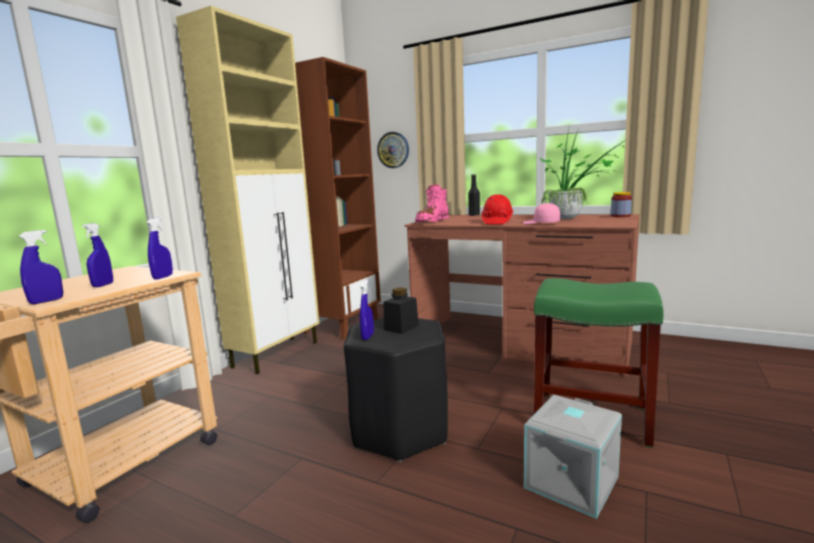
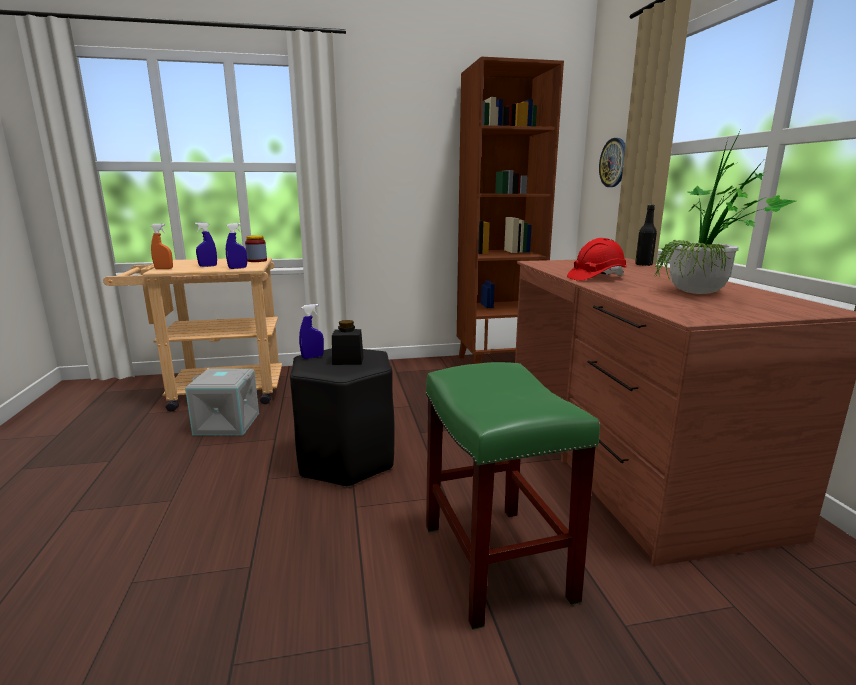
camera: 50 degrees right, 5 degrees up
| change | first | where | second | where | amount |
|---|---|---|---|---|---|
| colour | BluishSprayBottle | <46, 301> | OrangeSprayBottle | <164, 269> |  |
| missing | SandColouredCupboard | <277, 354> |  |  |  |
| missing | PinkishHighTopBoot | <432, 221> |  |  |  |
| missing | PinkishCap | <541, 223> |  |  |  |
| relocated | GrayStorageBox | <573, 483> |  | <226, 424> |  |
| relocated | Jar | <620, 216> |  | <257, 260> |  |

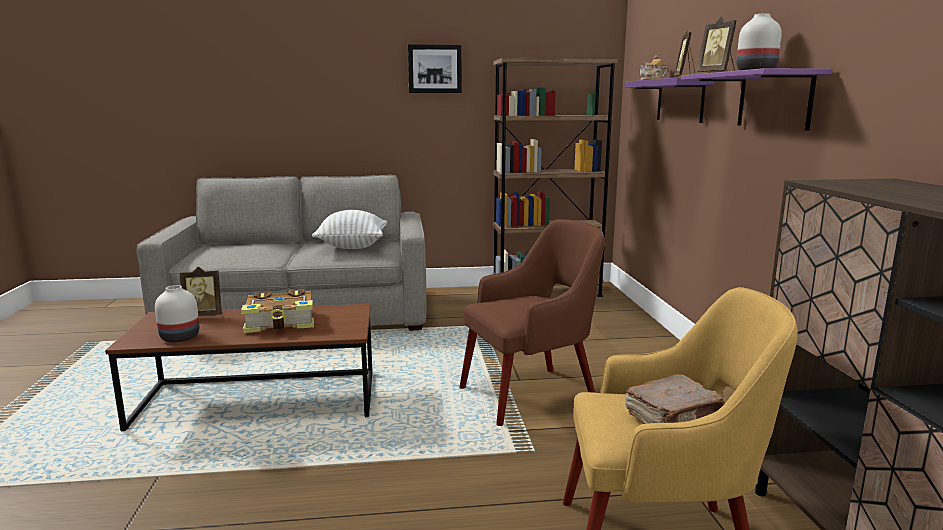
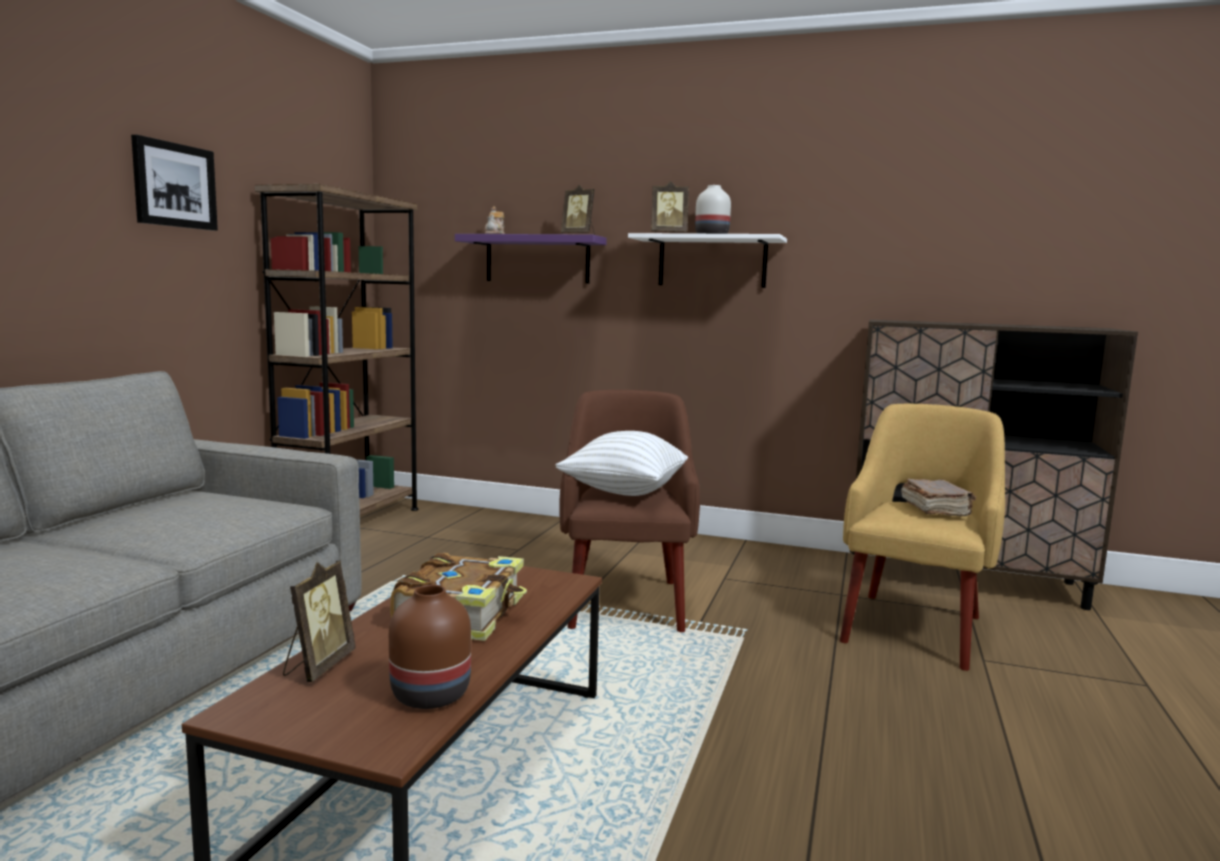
camera: 65 degrees left, 5 degrees down
| change | first | where | second | where | amount |
|---|---|---|---|---|---|
| colour | WhitishDecorativeVase | <179, 337> | BrownColouredDecorativeVase | <429, 696> |  |
| relocated | WhitishPillow | <352, 246> |  | <625, 492> |  |
| colour | PurpleWallShelf | <774, 100> | WhitishWallShelf | <712, 262> |  |

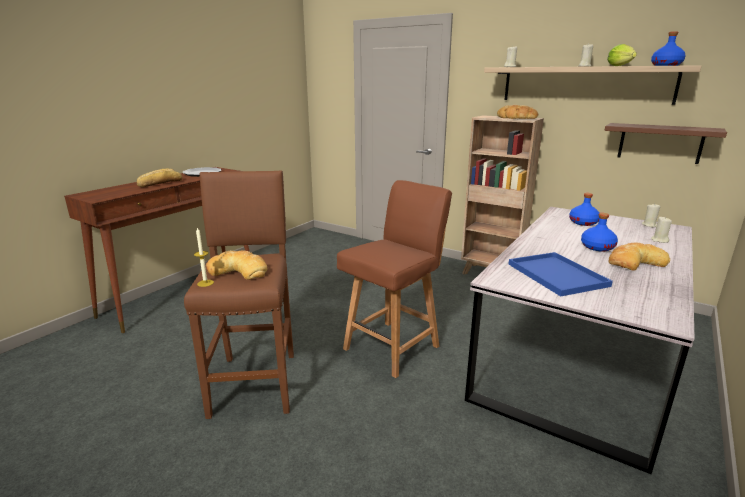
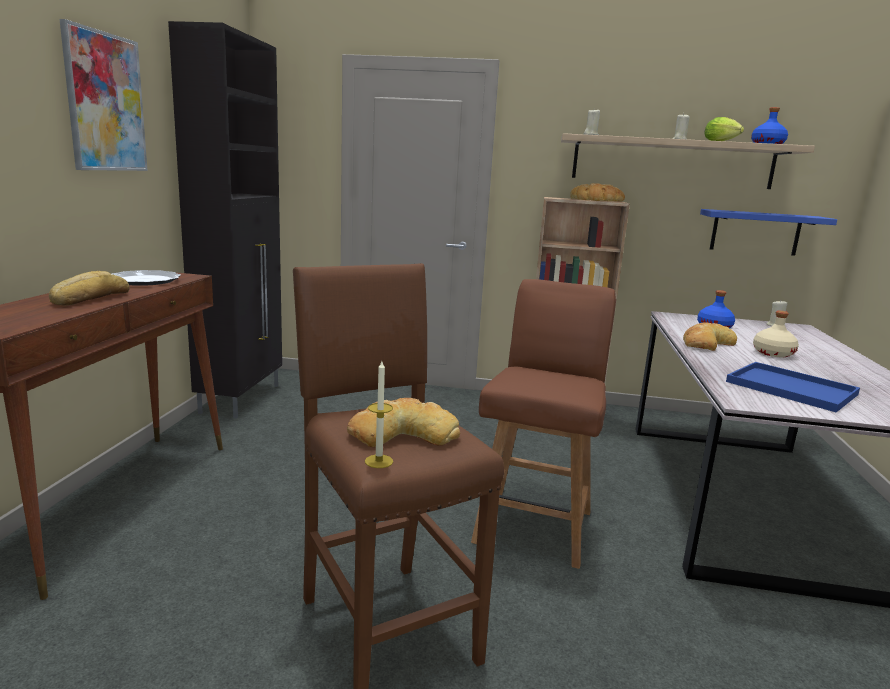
camera: 25 degrees left, 5 degrees down
| change | first | where | second | where | amount |
|---|---|---|---|---|---|
| colour | BluishBeverageBottle | <597, 247> | SandColouredBeverageBottle | <772, 353> |  |
| colour | BrownColouredWallShelf | <660, 143> | BluishWallShelf | <755, 232> |  |
| relocated | Bread | <634, 262> |  | <706, 344> |  |
| missing | SandColouredWaxLight | <659, 240> |  |  |  |
| appeared |  |  | Picture | <105, 102> |  |
| appeared |  |  | BlackColouredCupboard | <242, 398> |  |

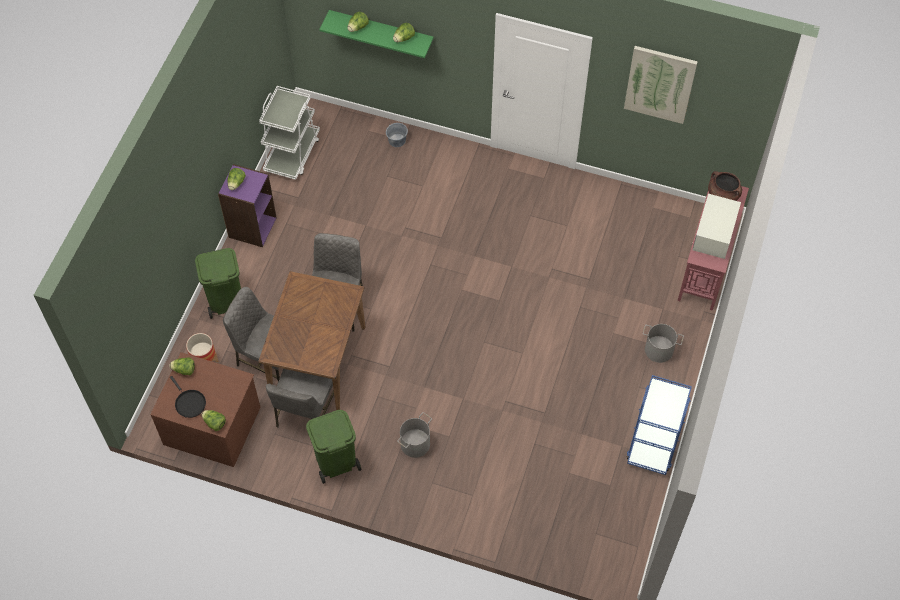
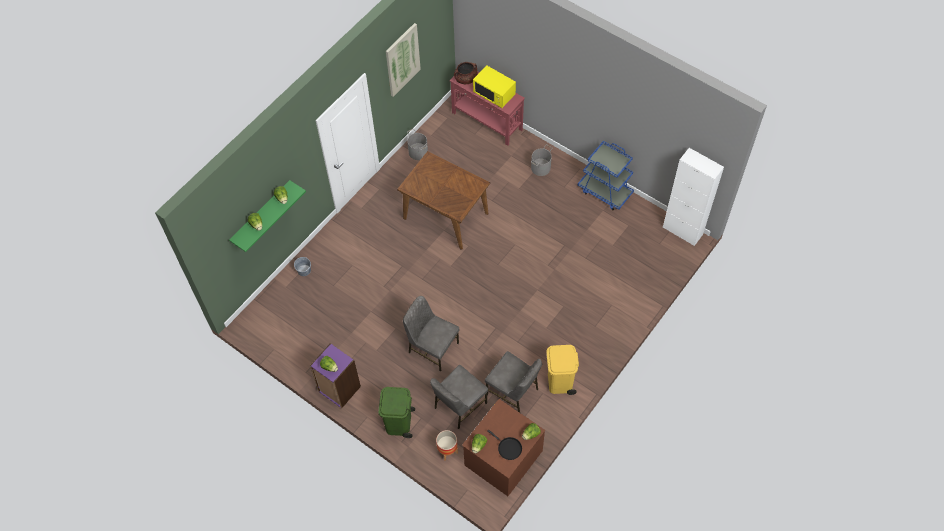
camera: 70 degrees left, 0 degrees up
| change | first | where | second | where | amount |
|---|---|---|---|---|---|
| spun | BlackColouredFryingPan | <189, 403> |  | <508, 448> | 60 degrees clockwise |
| relocated | BrownColouredDiningTable | <318, 360> |  | <445, 215> |  |
| missing | WhitishWheeledCart | <292, 154> |  |  |  |
| colour | GreenishRubbishBin | <335, 462> | YellowishRubbishBin | <560, 382> |  |
| relocated | GrayPail | <415, 444> |  | <418, 152> |  |
| colour | WhitishMicrowave | <714, 235> | YellowishMicrowave | <494, 94> |  |
| appeared |  |  | WhitishCupboard | <682, 231> |  |

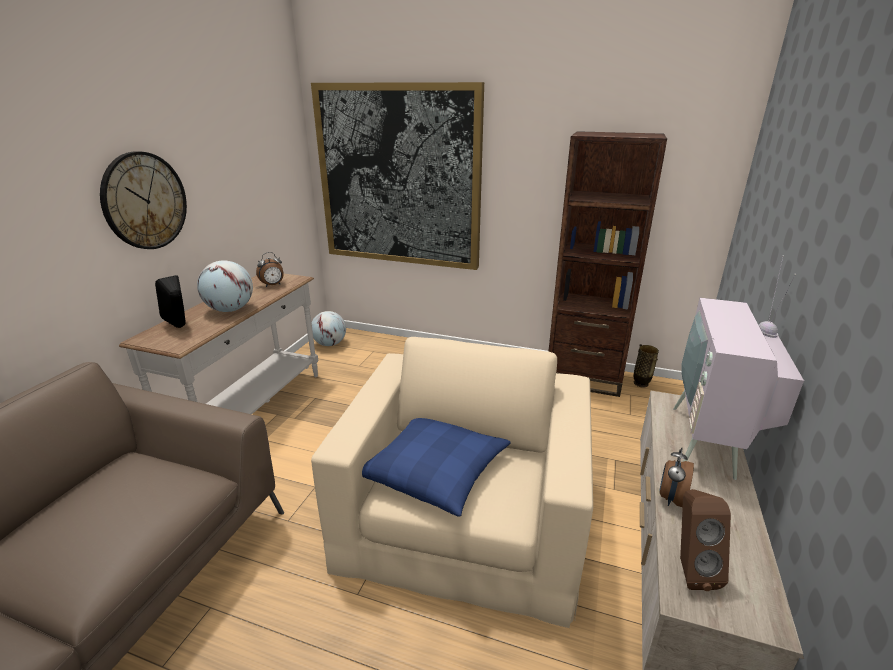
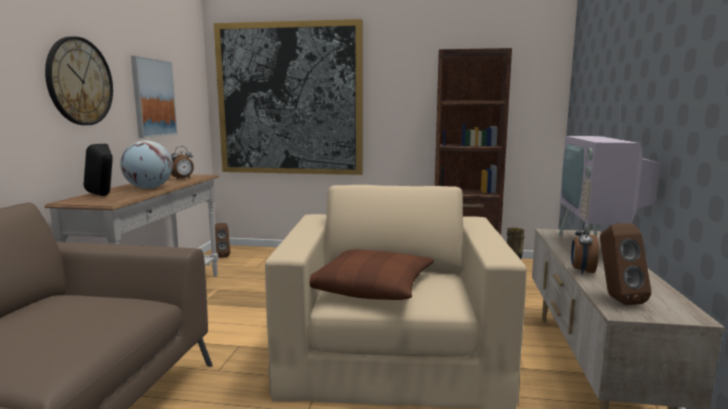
camera: 10 degrees left, 15 degrees down
| change | first | where | second | where | amount |
|---|---|---|---|---|---|
| exchanged | WorldGlobe | <330, 344> | BrownColouredAudioSpeaker | <222, 256> |  |
| colour | BluishPillow | <435, 470> | BrownColouredPillow | <372, 286> |  |
| appeared |  |  | Picture | <153, 98> |  |

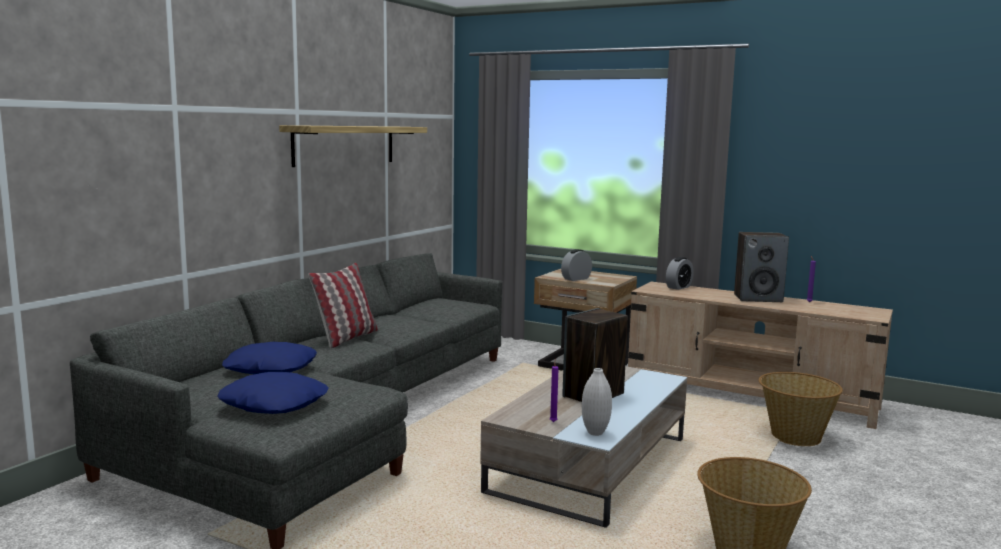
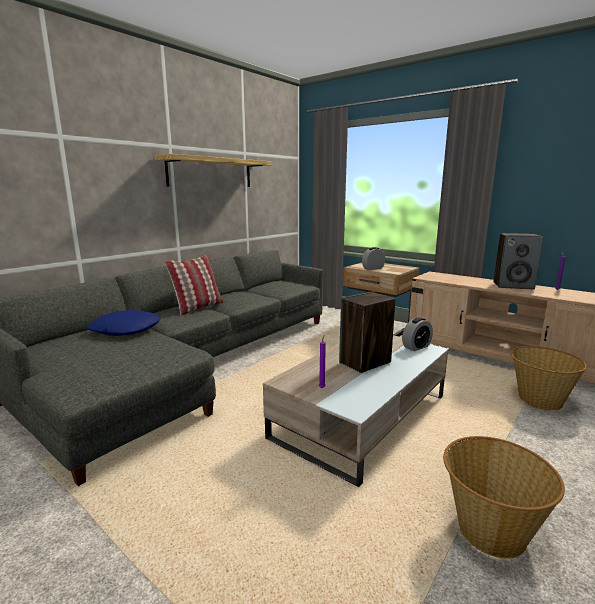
camera: 10 degrees right, 5 degrees up
| change | first | where | second | where | amount |
|---|---|---|---|---|---|
| missing | BluishPillow | <274, 403> |  |  |  |
| missing | WhitishDecorativeVase | <595, 433> |  |  |  |
| relocated | BedsideClock | <678, 287> |  | <416, 347> |  |

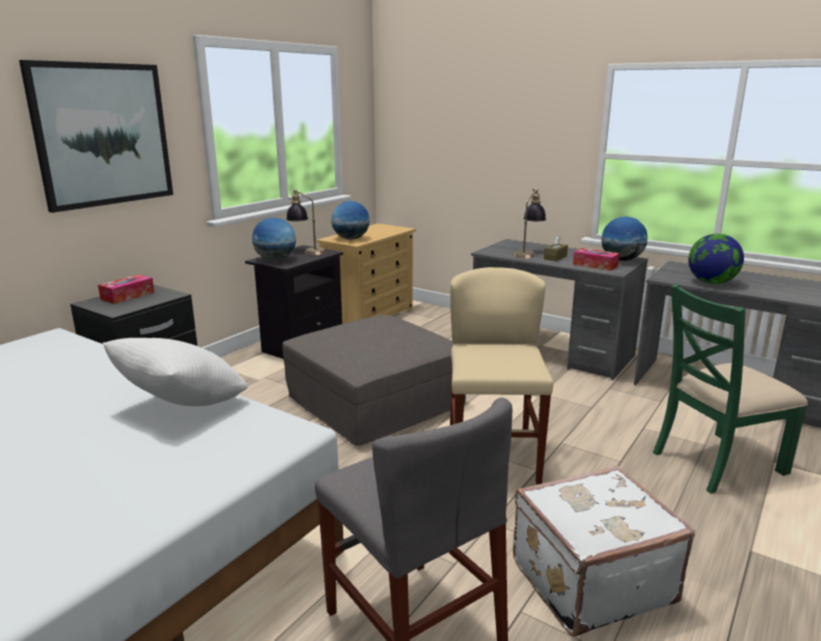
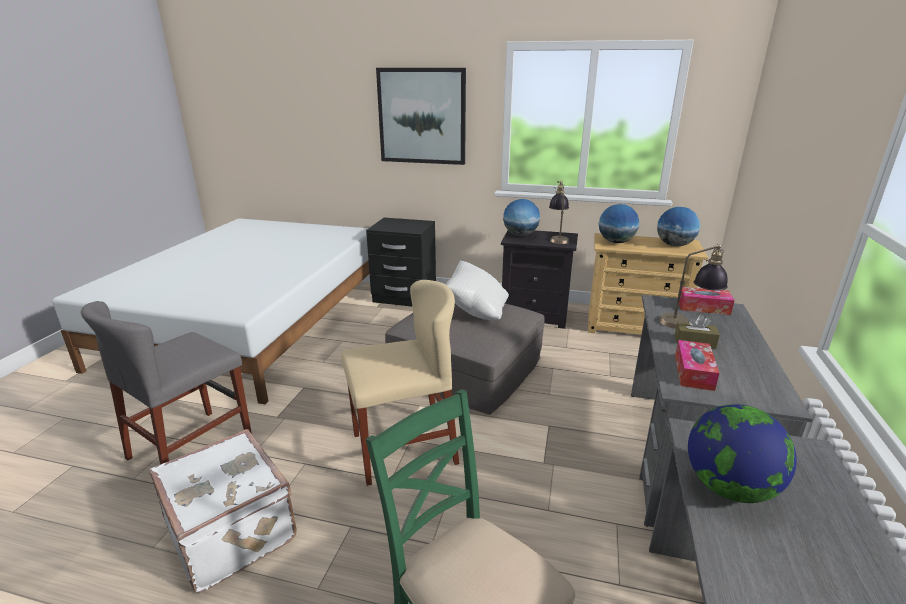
camera: 70 degrees right, 5 degrees up
| change | first | where | second | where | amount |
|---|---|---|---|---|---|
| relocated | TissueHolder | <127, 296> |  | <703, 307> |  |
| relocated | WhitishPillow | <182, 406> |  | <477, 312> |  |
| relocated | WorldGlobe | <621, 260> |  | <674, 245> |  |

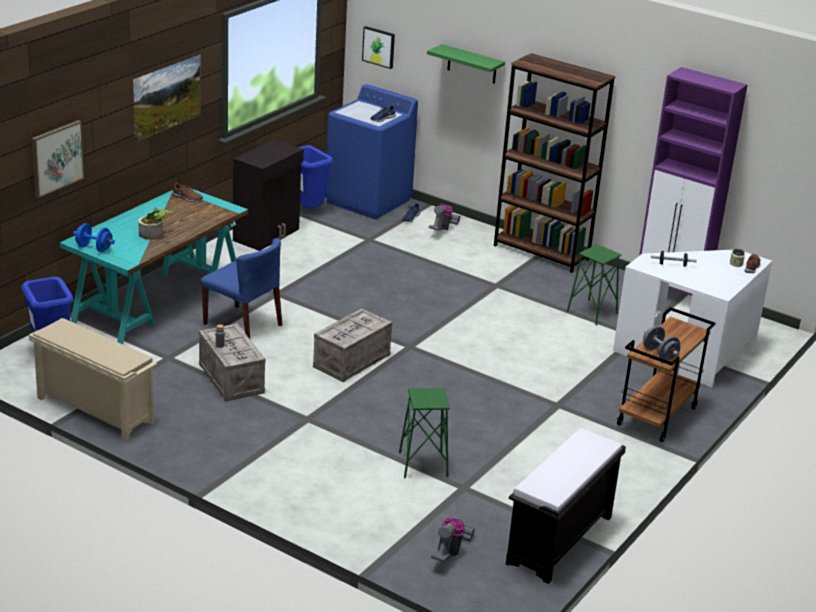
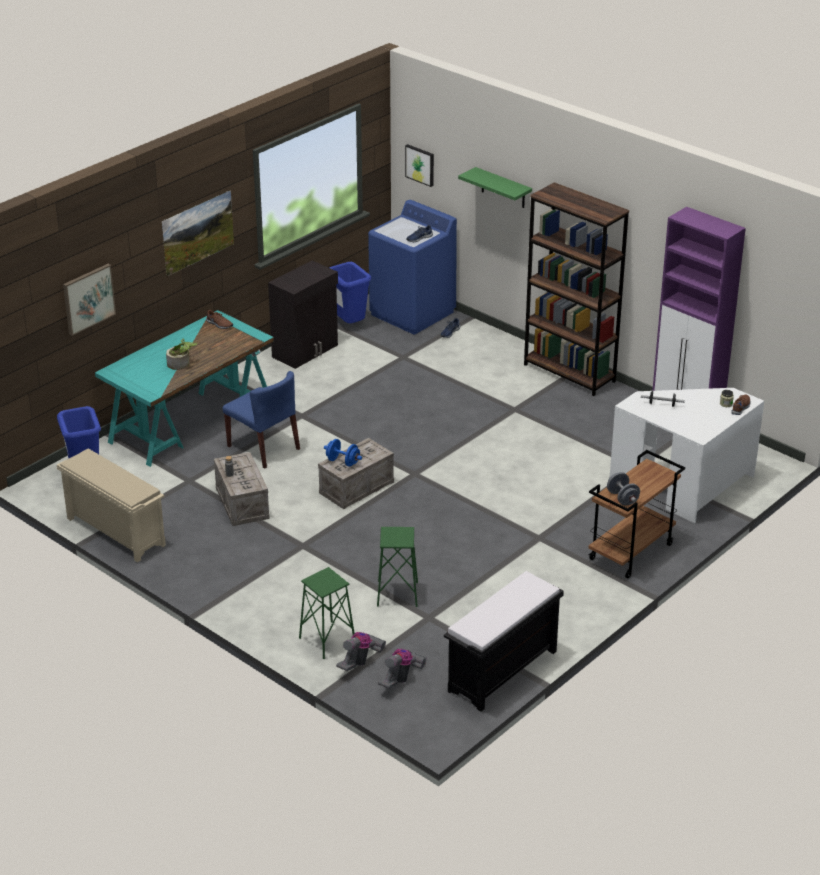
camera: 10 degrees right, 5 degrees up
| change | first | where | second | where | amount |
|---|---|---|---|---|---|
| relocated | BluishFreeWeight | <94, 248> |  | <343, 462> |  |
| relocated | Hoover | <443, 229> |  | <360, 661> |  |
| relocated | GreenishStool | <592, 312> |  | <327, 640> |  |

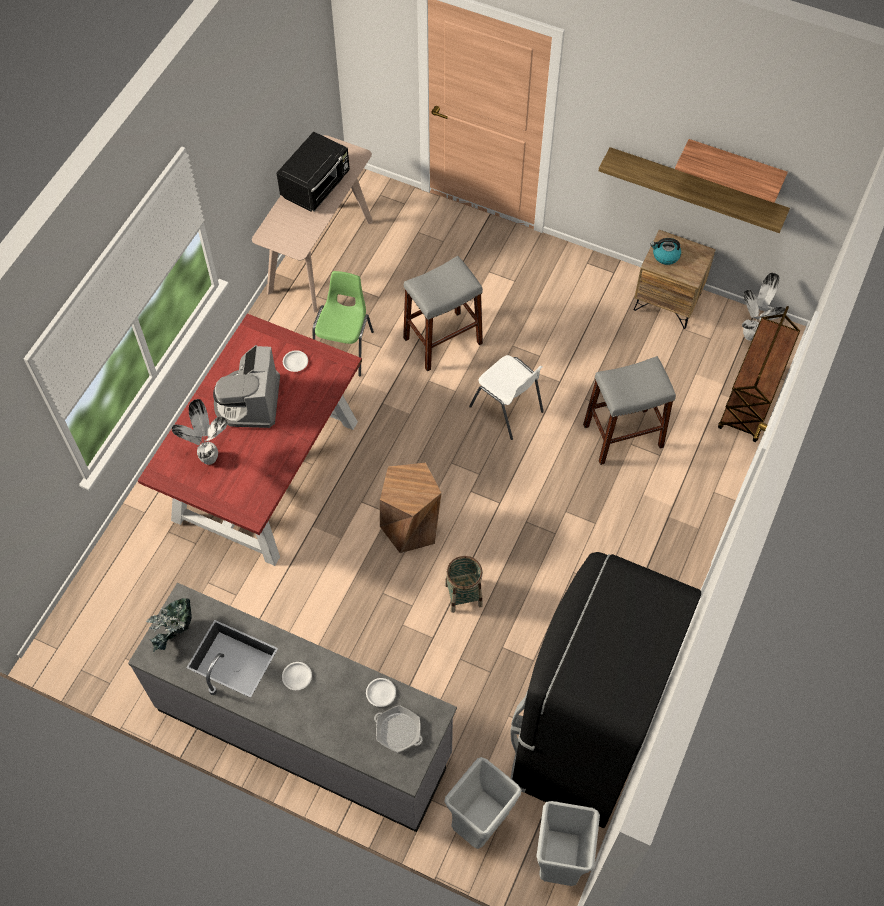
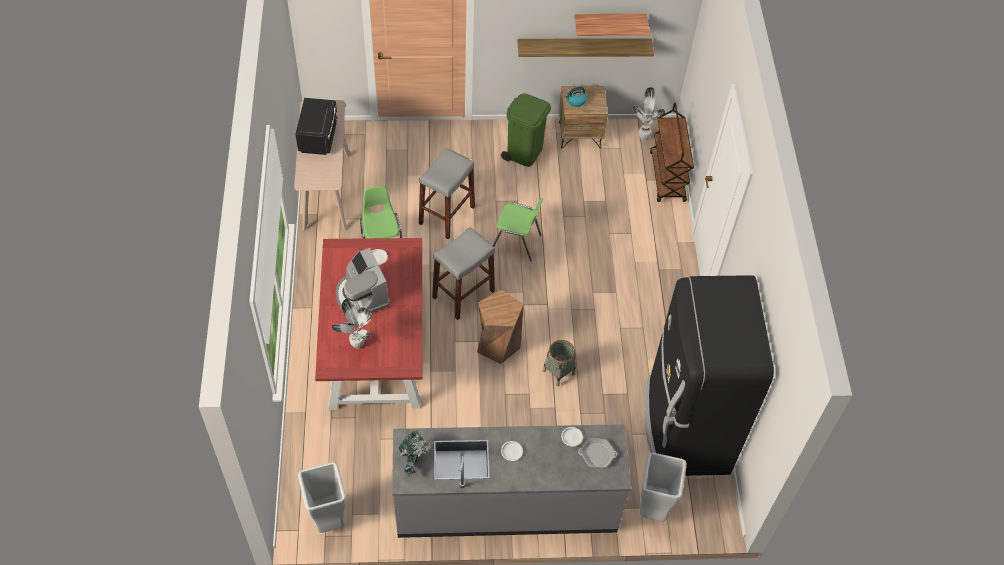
camera: 30 degrees left, 5 degrees down
| change | first | where | second | where | amount |
|---|---|---|---|---|---|
| colour | WhitishPlainChair | <507, 409> | GreenishPlainChair | <516, 243> |  |
| relocated | GrayRubbishBin | <559, 861> |  | <328, 518> |  |
| relocated | GrayStool | <623, 436> |  | <463, 294> |  |
| appeared |  |  | GreenishRubbishBin | <524, 152> |  |

